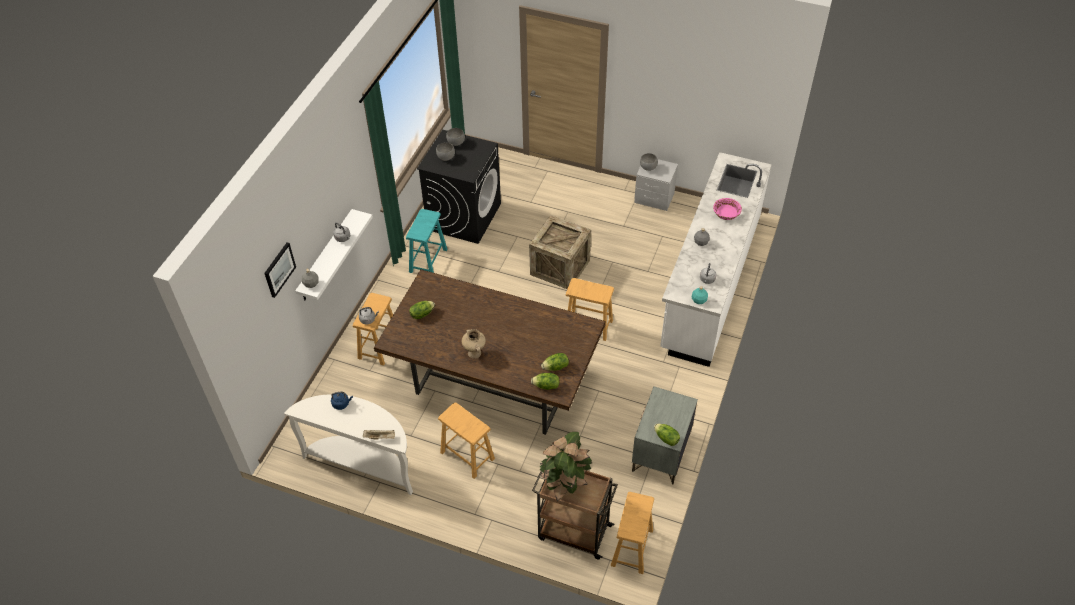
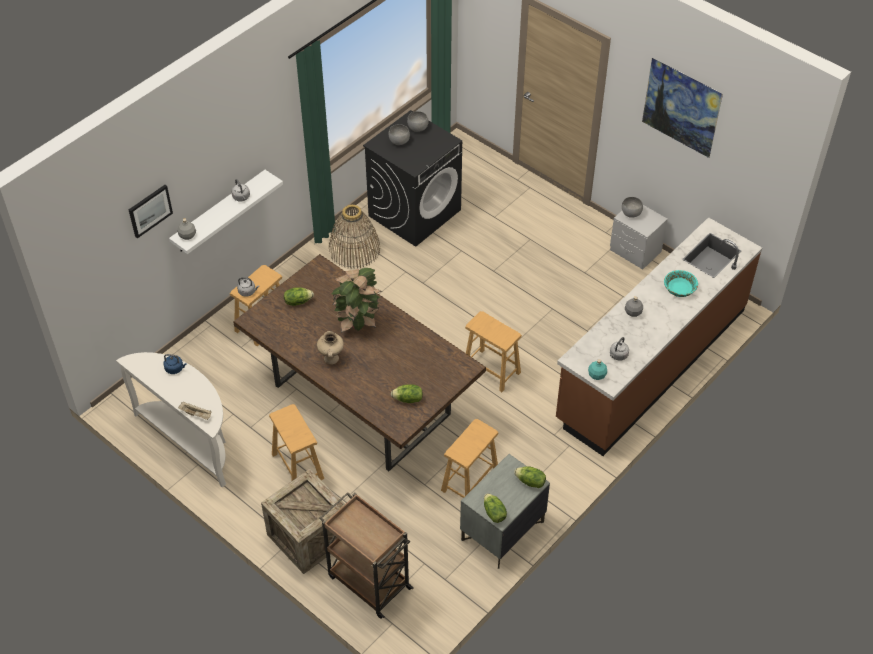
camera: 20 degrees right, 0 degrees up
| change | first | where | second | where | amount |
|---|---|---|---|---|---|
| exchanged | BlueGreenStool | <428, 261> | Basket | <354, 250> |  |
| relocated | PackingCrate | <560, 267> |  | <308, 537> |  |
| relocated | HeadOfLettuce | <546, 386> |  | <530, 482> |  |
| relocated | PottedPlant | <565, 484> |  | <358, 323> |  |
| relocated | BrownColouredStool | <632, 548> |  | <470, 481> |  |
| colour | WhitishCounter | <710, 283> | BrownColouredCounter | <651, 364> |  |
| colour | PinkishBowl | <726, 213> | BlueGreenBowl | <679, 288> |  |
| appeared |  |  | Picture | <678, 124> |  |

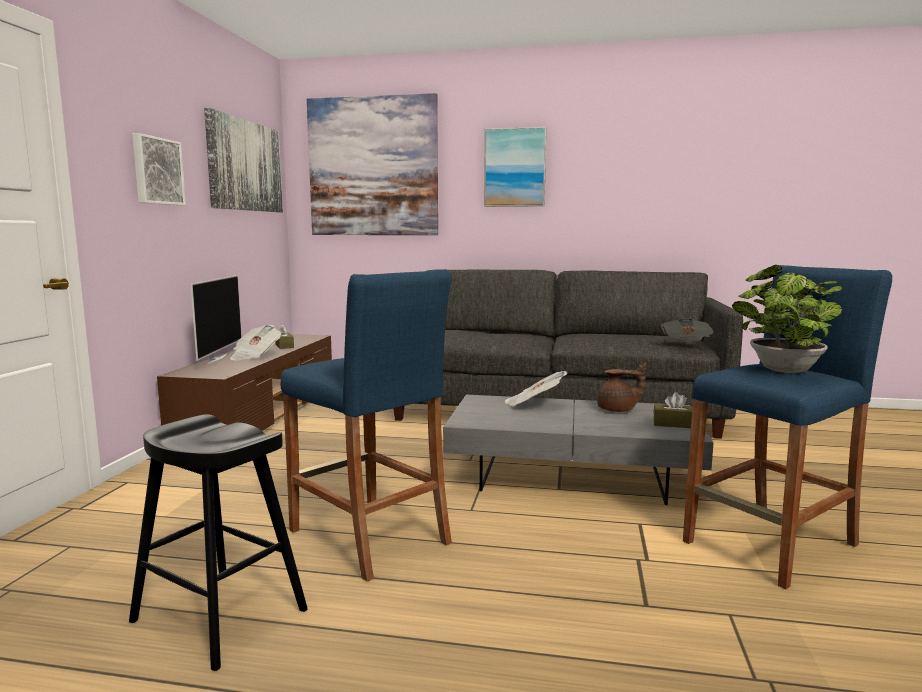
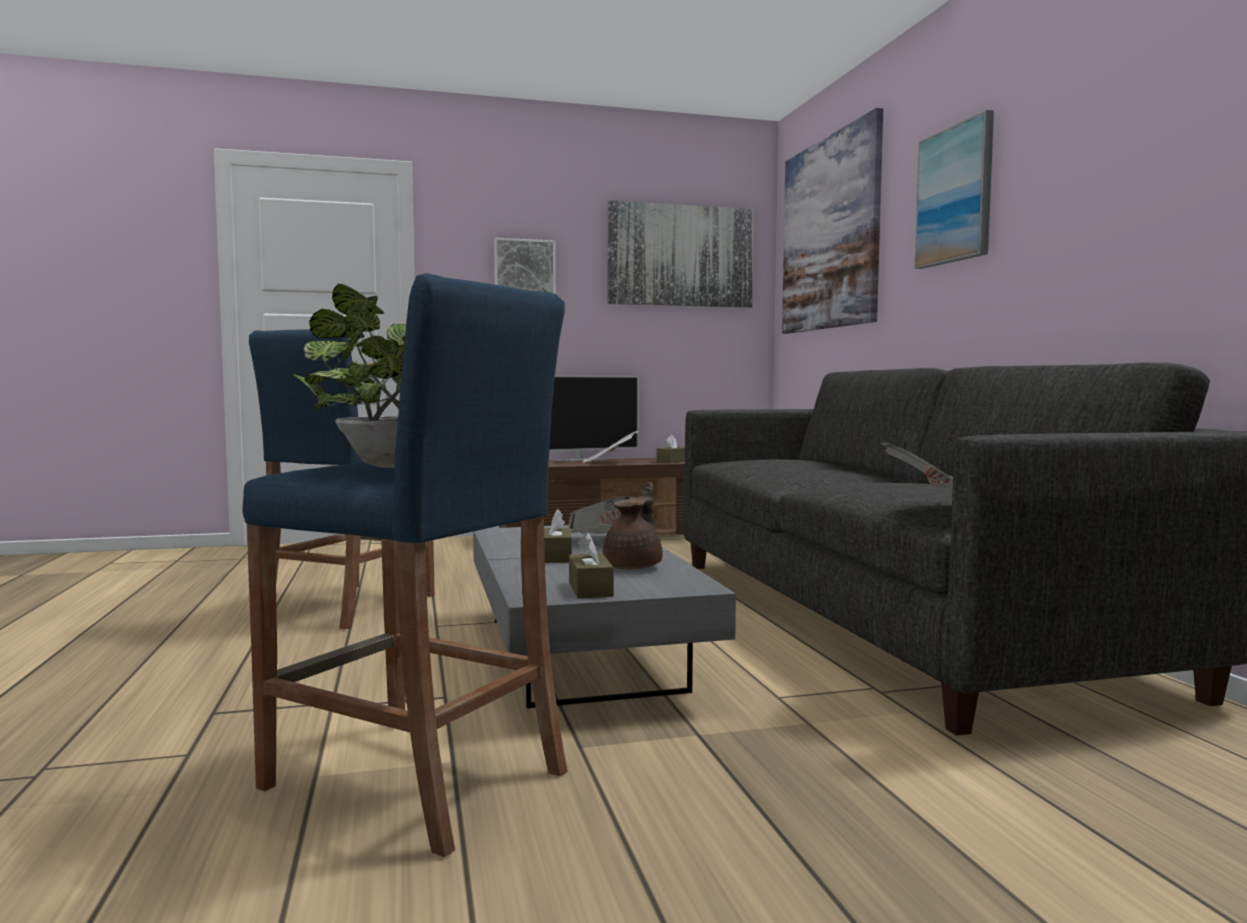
camera: 65 degrees right, 5 degrees down
| change | first | where | second | where | amount |
|---|---|---|---|---|---|
| missing | BlackColouredStool | <220, 616> |  |  |  |
| spun | BrownColouredTeaPot | <618, 410> |  | <634, 566> | 135 degrees counterclockwise |
| appeared |  |  | BrownColouredTissueHolder | <555, 556> |  |

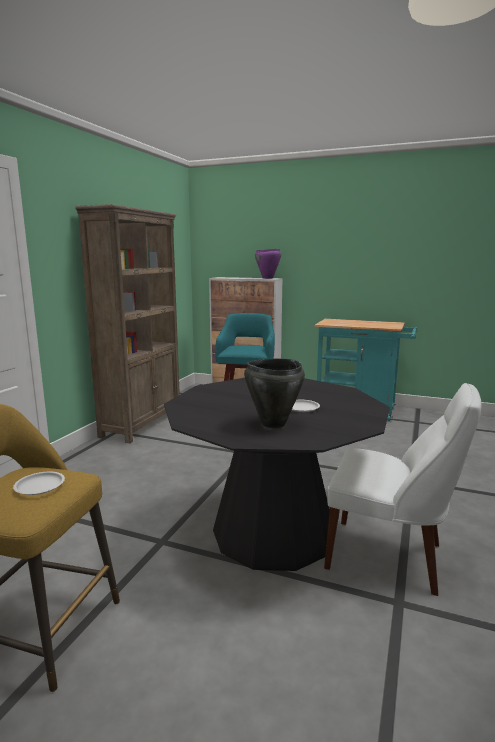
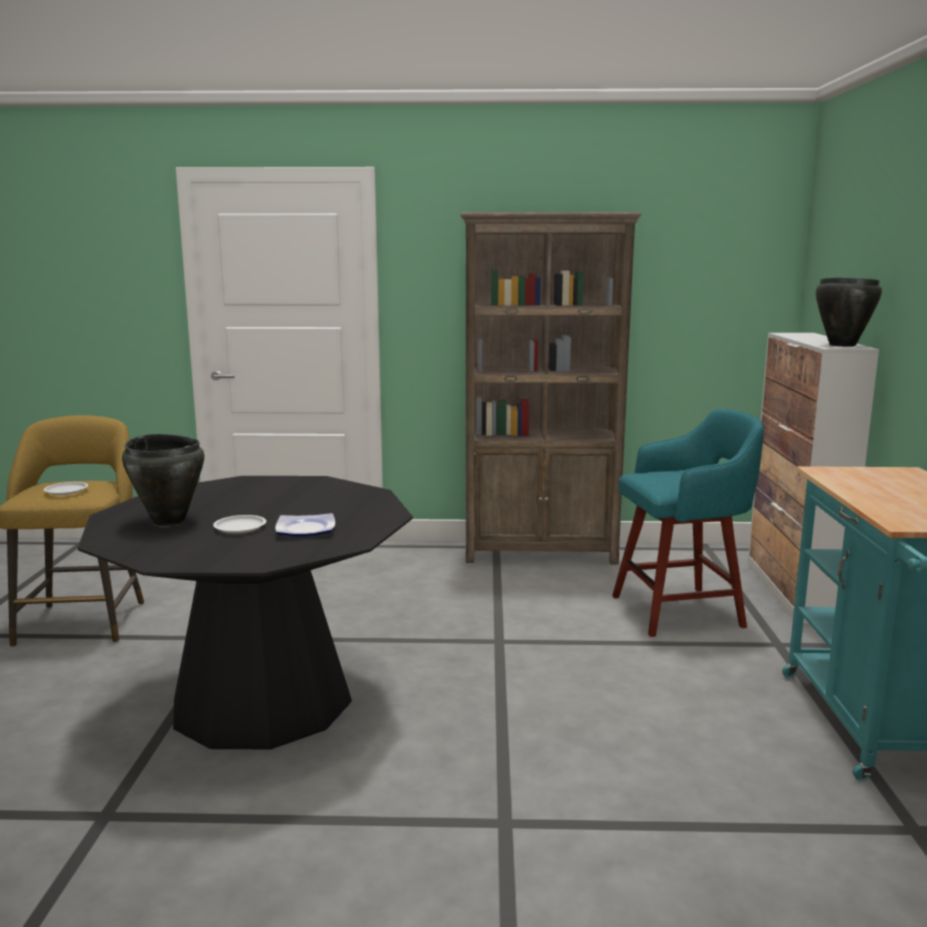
camera: 70 degrees right, 0 degrees up
| change | first | where | second | where | amount |
|---|---|---|---|---|---|
| colour | PurpleCookingPot | <267, 278> | BlackColouredCookingPot | <841, 345> |  |
| missing | WhitishPlainChair | <390, 557> |  |  |  |
| appeared |  |  | DinnerPlate | <304, 529> |  |

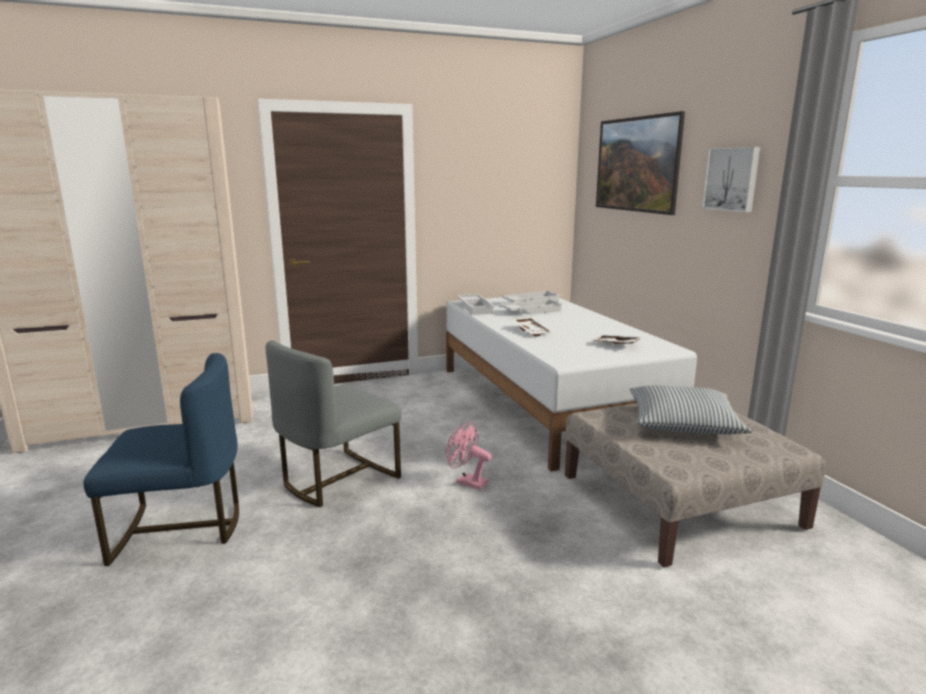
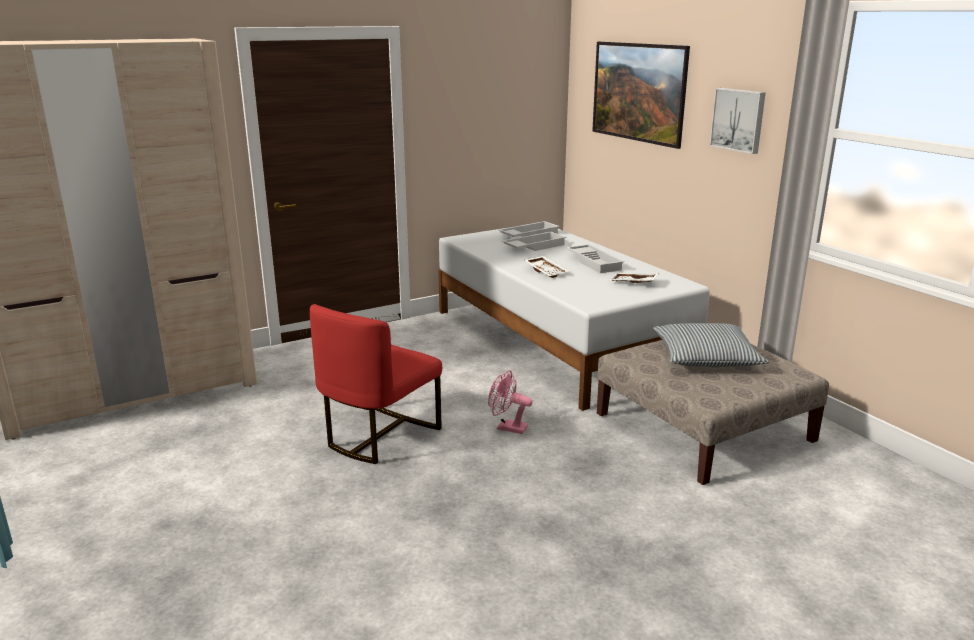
camera: 10 degrees left, 5 degrees up
| change | first | where | second | where | amount |
|---|---|---|---|---|---|
| missing | BluishPlainChair | <180, 528> |  |  |  |
| colour | GrayPlainChair | <337, 479> | ReddishPlainChair | <379, 436> |  |
| relocated | WhitishServingTray | <476, 308> |  | <595, 262> |  |

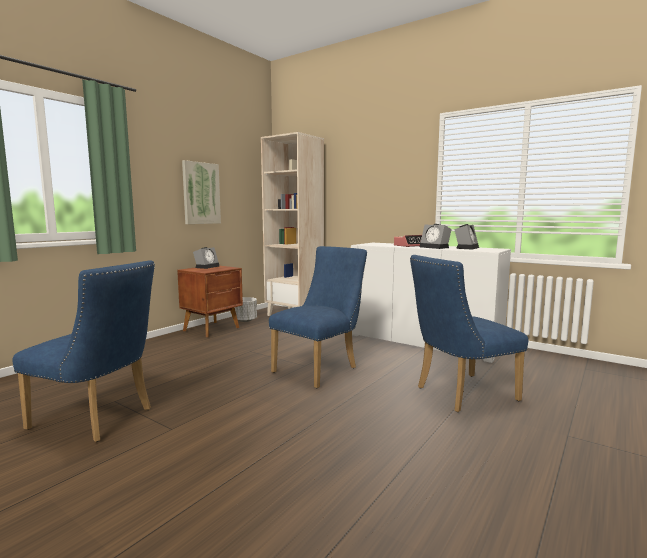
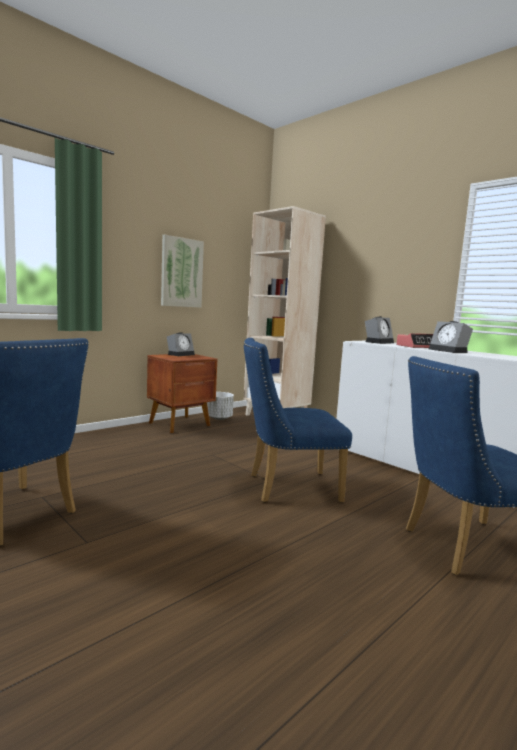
camera: 10 degrees right, 0 degrees up
| change | first | where | second | where | amount |
|---|---|---|---|---|---|
| spun | BluishPlainChair | <320, 369> |  | <286, 487> | 150 degrees counterclockwise |
| relocated | BedsideClock | <466, 248> |  | <378, 342> |  |

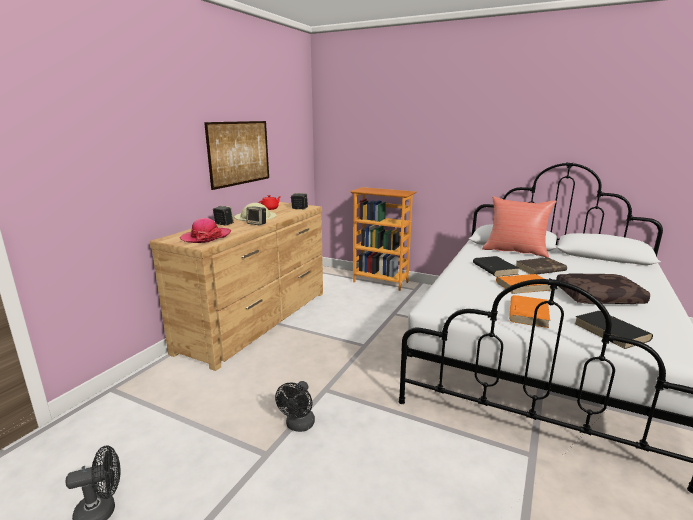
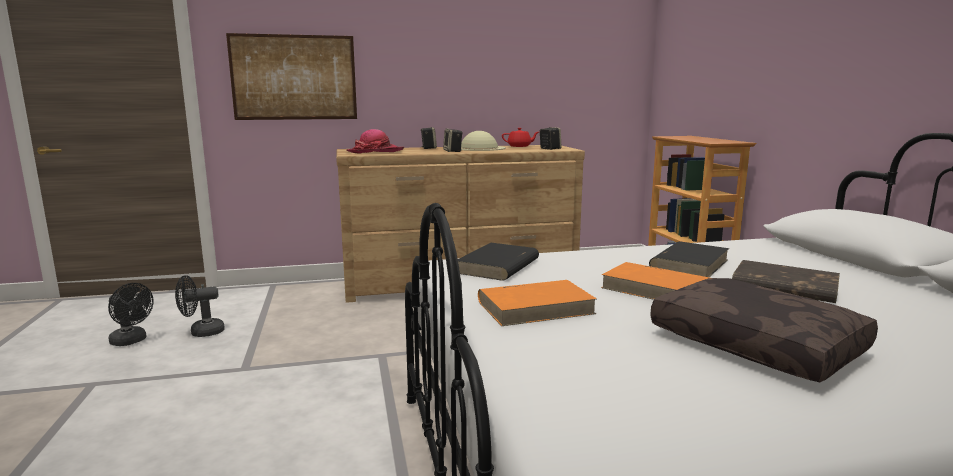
camera: 50 degrees right, 5 degrees down
| change | first | where | second | where | amount |
|---|---|---|---|---|---|
| relocated | Picture | <239, 153> |  | <294, 77> |  |
| relocated | BlackColouredElectricFan | <298, 426> |  | <201, 332> |  |
| missing | ReddishPillow | <515, 251> |  |  |  |
| relocated | BlackColouredBook | <611, 332> |  | <498, 266> |  |

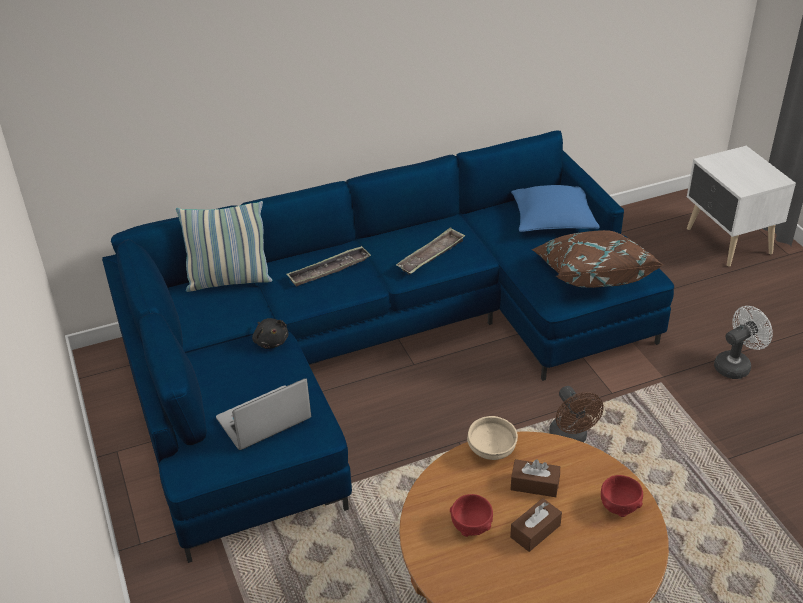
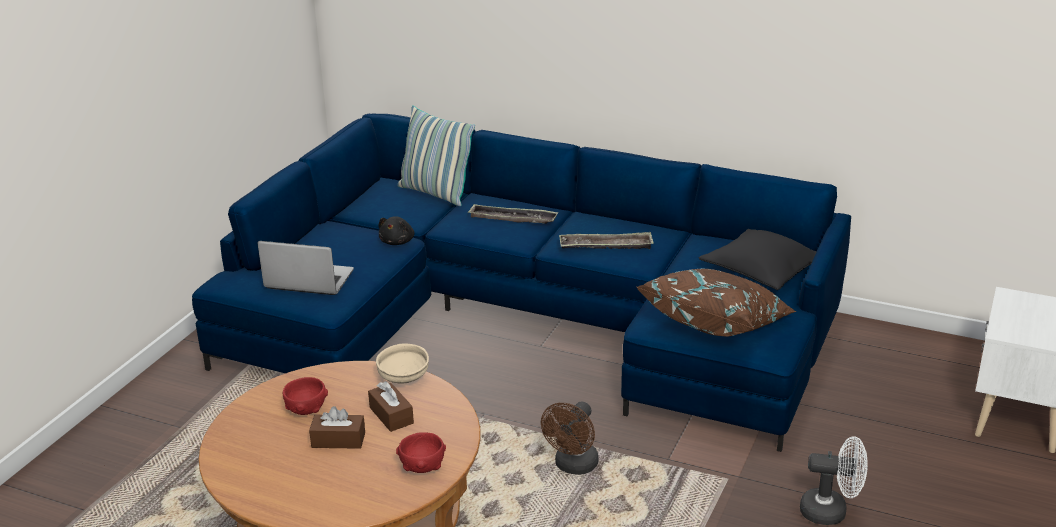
camera: 45 degrees right, 10 degrees down
| change | first | where | second | where | amount |
|---|---|---|---|---|---|
| colour | BluishPillow | <552, 218> | BlackColouredPillow | <762, 270> |  |

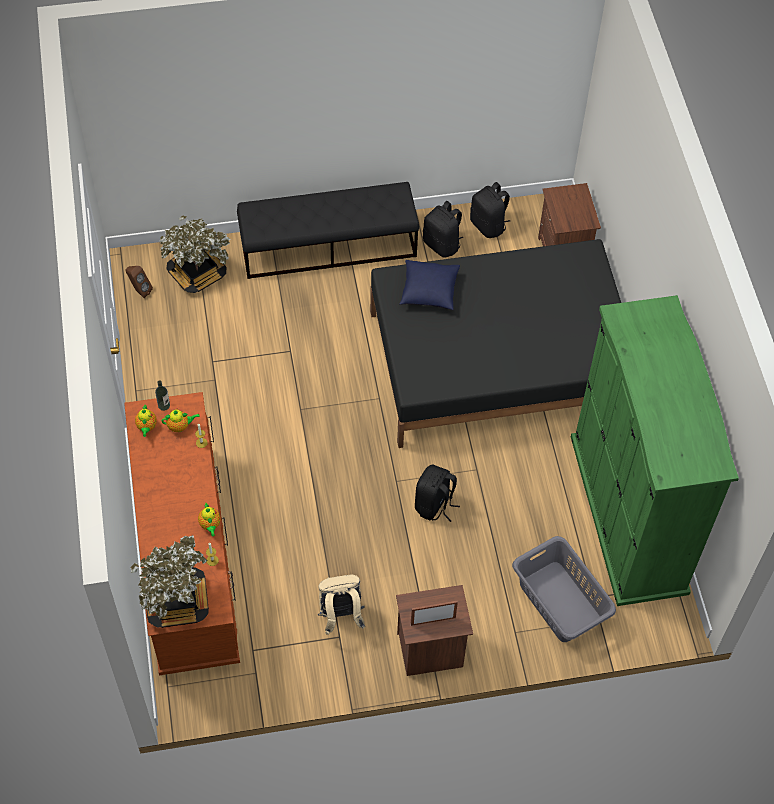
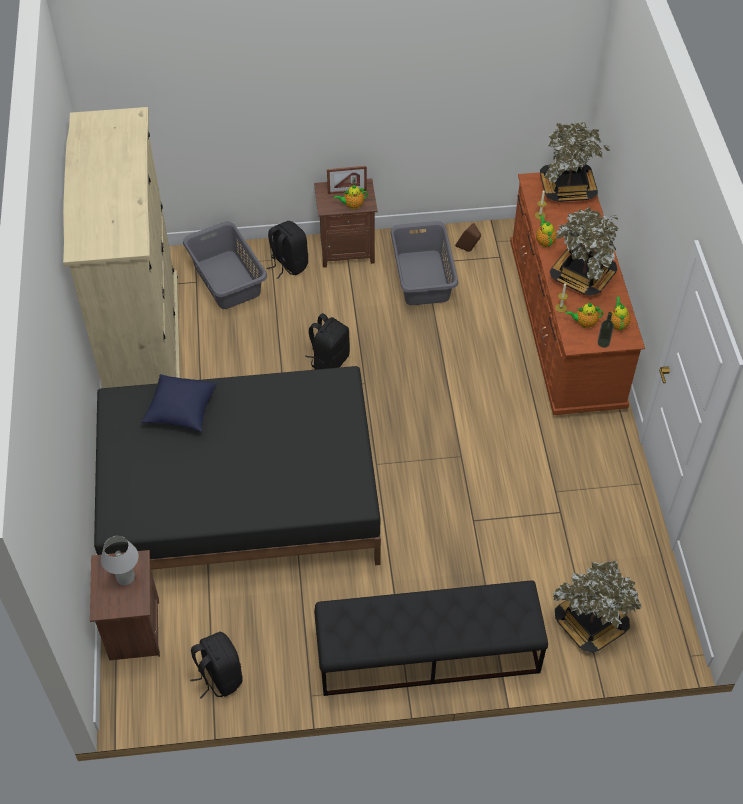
camera: 175 degrees left, 5 degrees down
| change | first | where | second | where | amount |
|---|---|---|---|---|---|
| relocated | BrownColouredAudioSpeaker | <139, 291> |  | <468, 250> |  |
| exchanged | SandColouredBackpack | <340, 616> | GrayWashingBasket | <423, 277> |  |
| relocated | BluishPillow | <428, 291> |  | <181, 410> |  |
| relocated | BlackColouredBackpack | <442, 244> |  | <288, 264> |  |
| colour | GreenishArmoire | <628, 513> | SandColouredArmoire | <143, 345> |  |
| appeared |  |  | WhitishTabletopLamp | <125, 578> |  |
| appeared |  |  | TeaPot | <352, 205> |  |
| appeared |  |  | PottedPlant | <582, 276> |  |

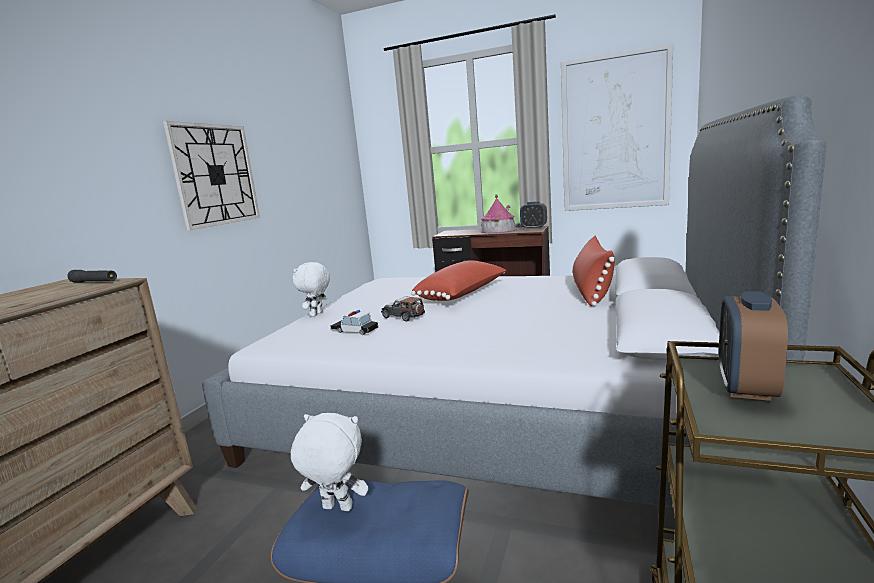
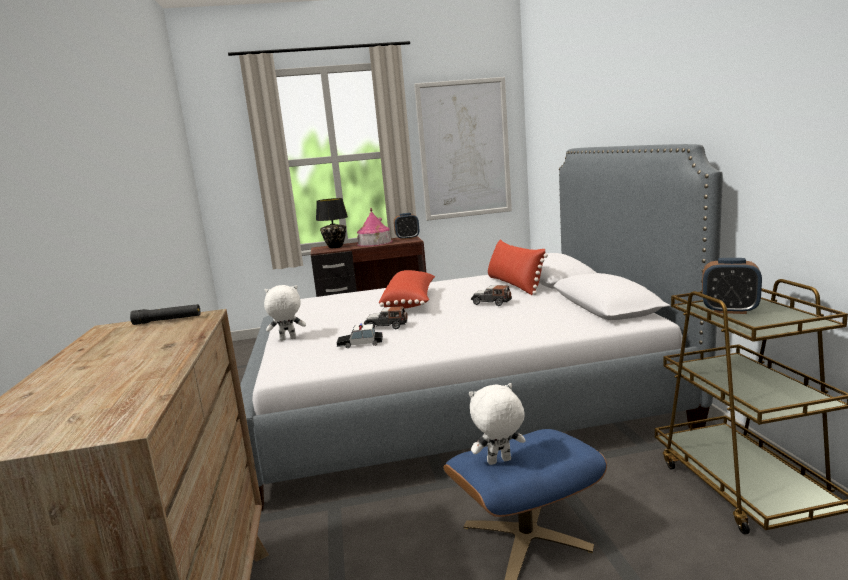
camera: 30 degrees left, 0 degrees up
| change | first | where | second | where | amount |
|---|---|---|---|---|---|
| missing | WallClock | <215, 175> |  |  |  |
| spun | WhitishPlushToy | <317, 314> |  | <287, 339> | 90 degrees clockwise |
| spun | BedsideClock | <746, 387> |  | <729, 310> | 60 degrees counterclockwise |
| appeared |  |  | BlackColouredTabletopLamp | <335, 247> |  |
| appeared |  |  | MiniatureCar | <491, 302> |  |

